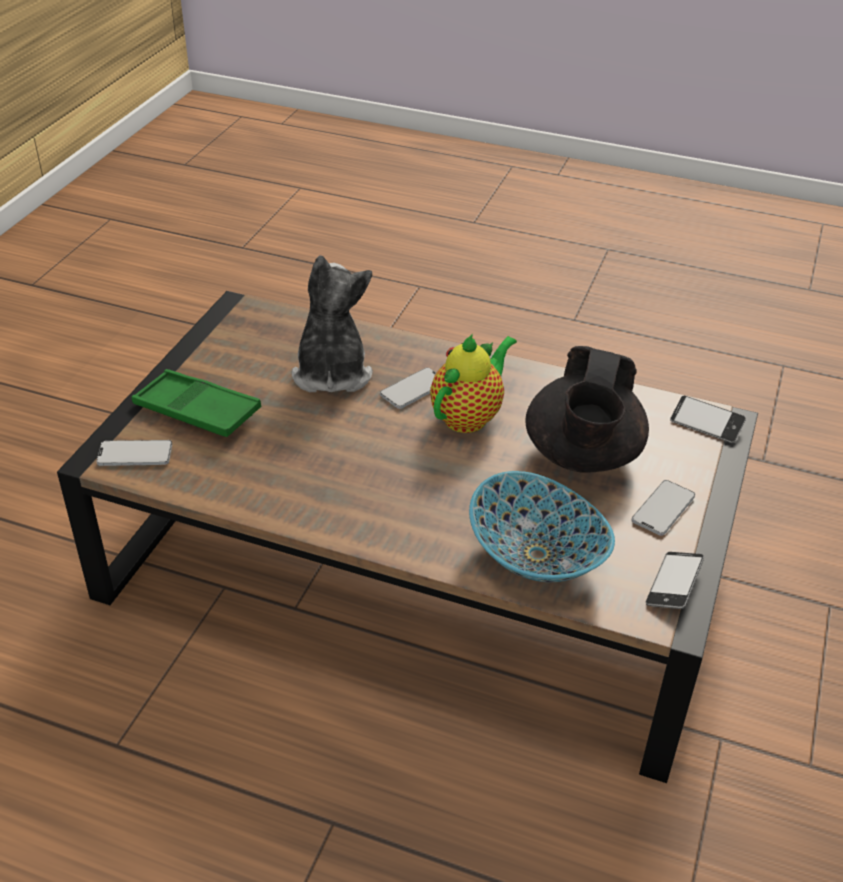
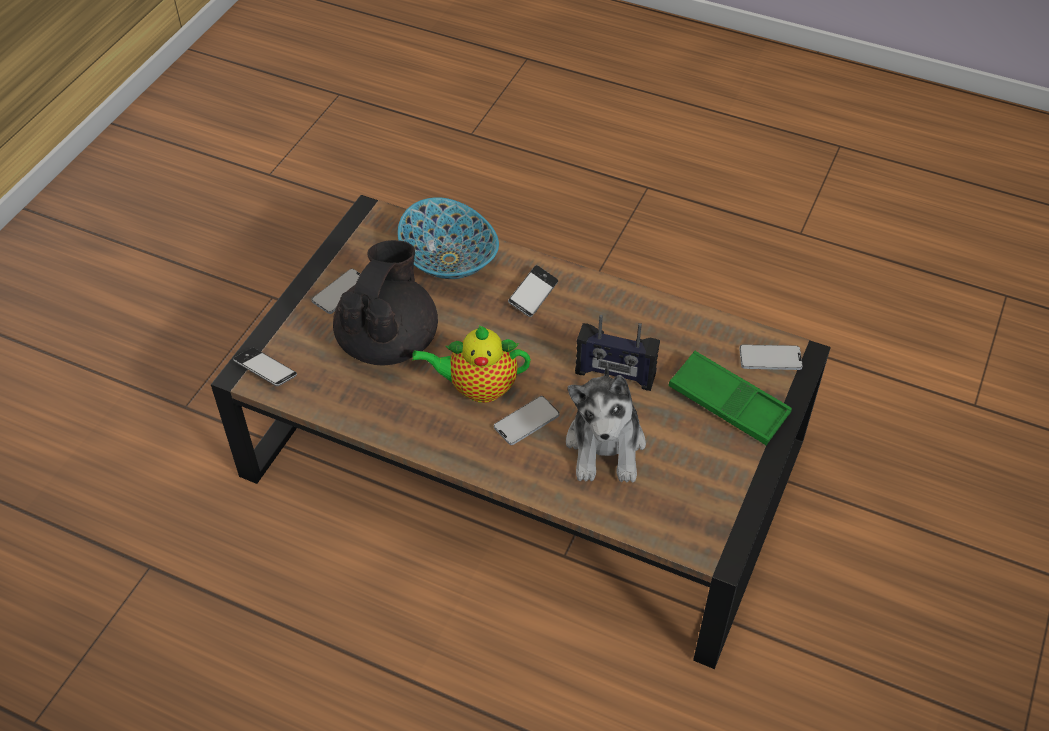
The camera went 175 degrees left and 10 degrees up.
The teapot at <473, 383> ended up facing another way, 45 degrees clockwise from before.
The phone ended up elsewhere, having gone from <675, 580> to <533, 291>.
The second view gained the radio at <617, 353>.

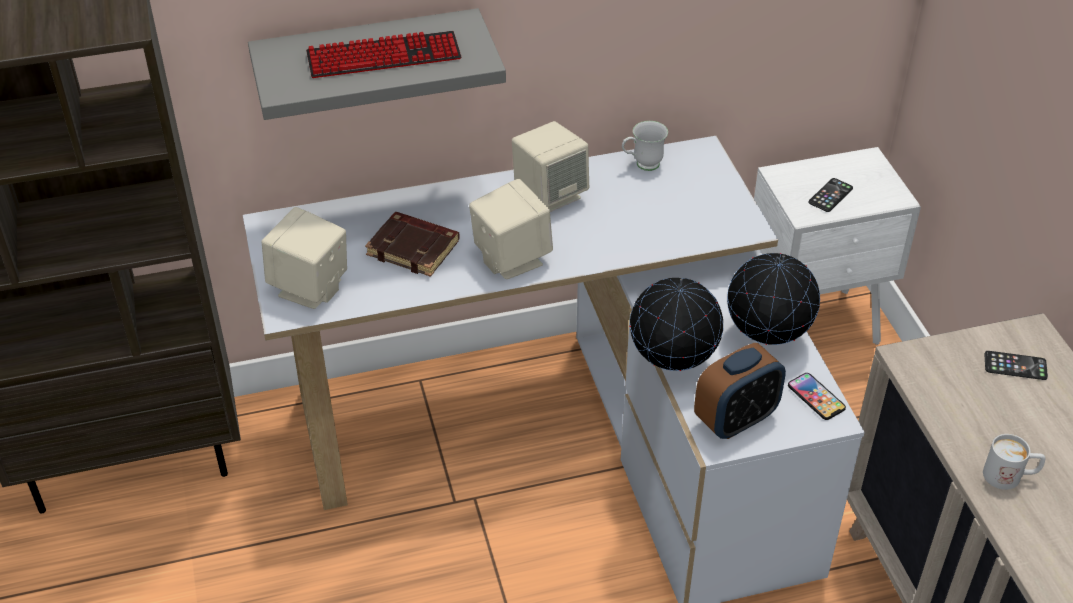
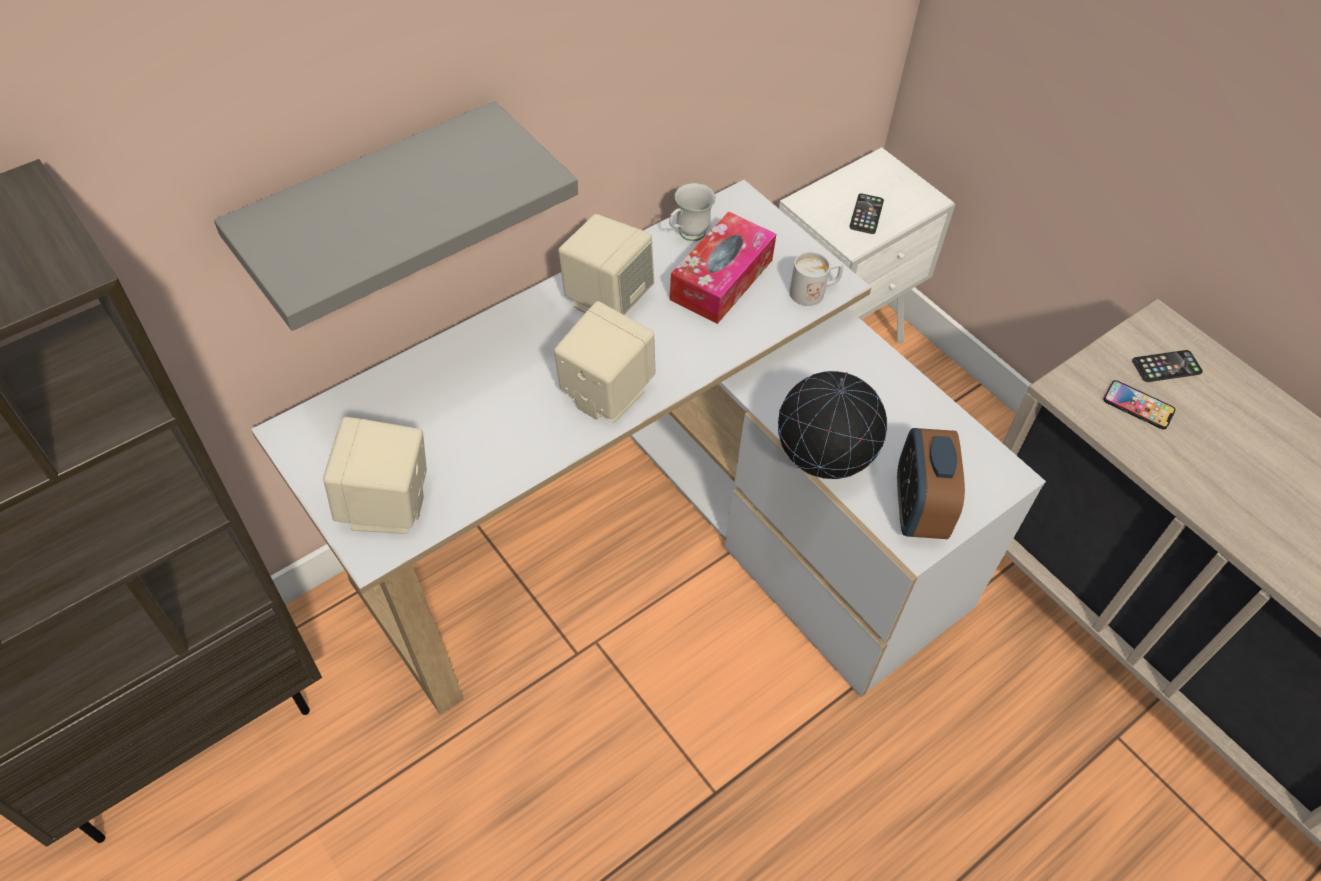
The camera went 25 degrees left and 10 degrees up.
The second view lost the keyboard at <383, 54>.
The second view lost the brown book at <412, 244>.
The alarm clock at <740, 391> ended up facing another way, 150 degrees clockwise from before.
The second view lost the globe at <773, 299>.
The phone ended up elsewhere, having gone from <817, 396> to <1139, 404>.
The white mug ended up elsewhere, having gone from <1014, 462> to <816, 279>.
The second view gained the tissue box at <722, 268>.

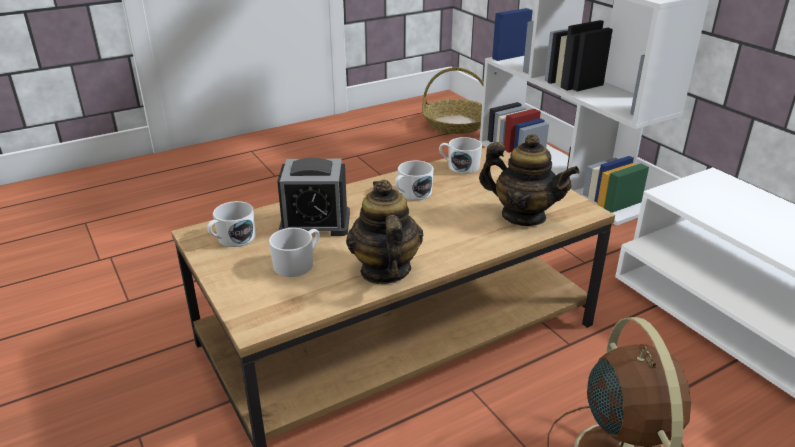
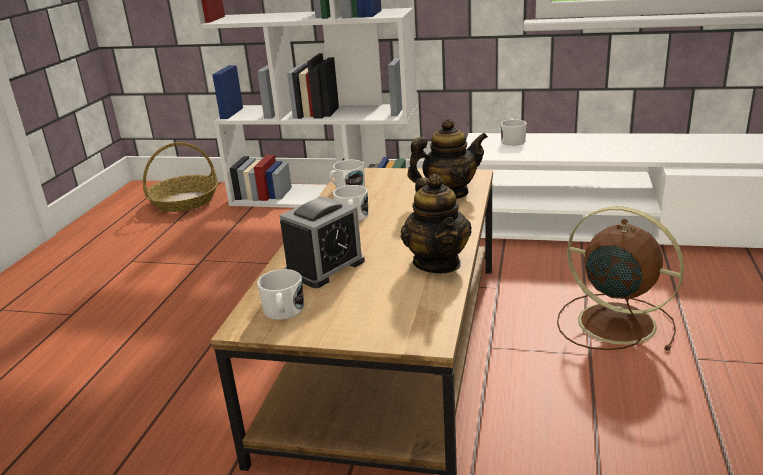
The camera went 45 degrees left and 5 degrees down.
The white mug ended up elsewhere, having gone from <294, 252> to <514, 132>.
The teapot at <384, 232> ended up facing another way, 135 degrees counterclockwise from before.

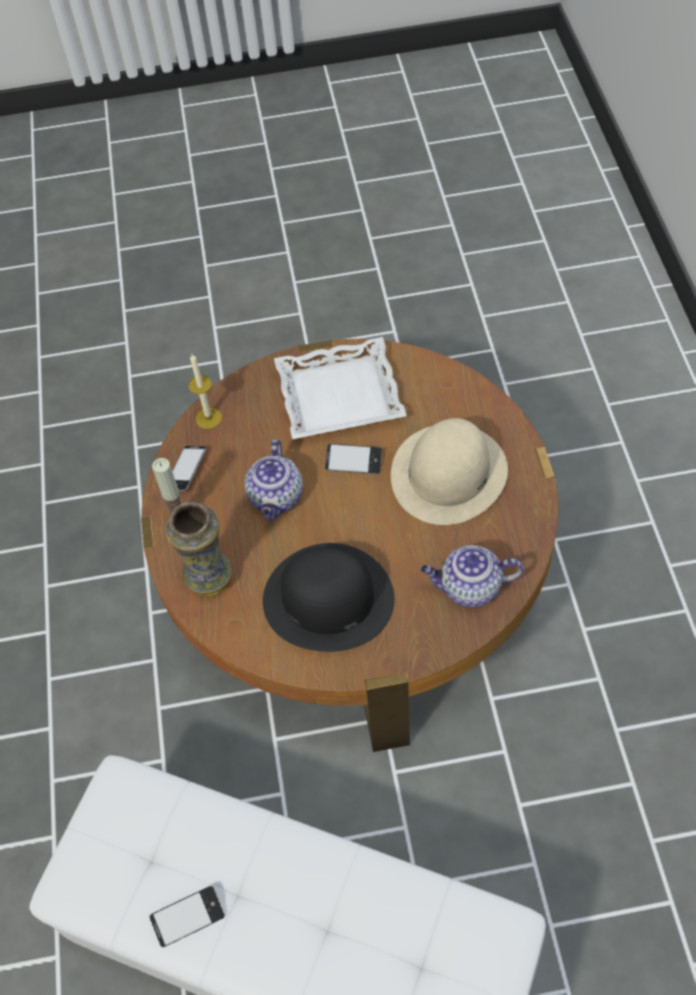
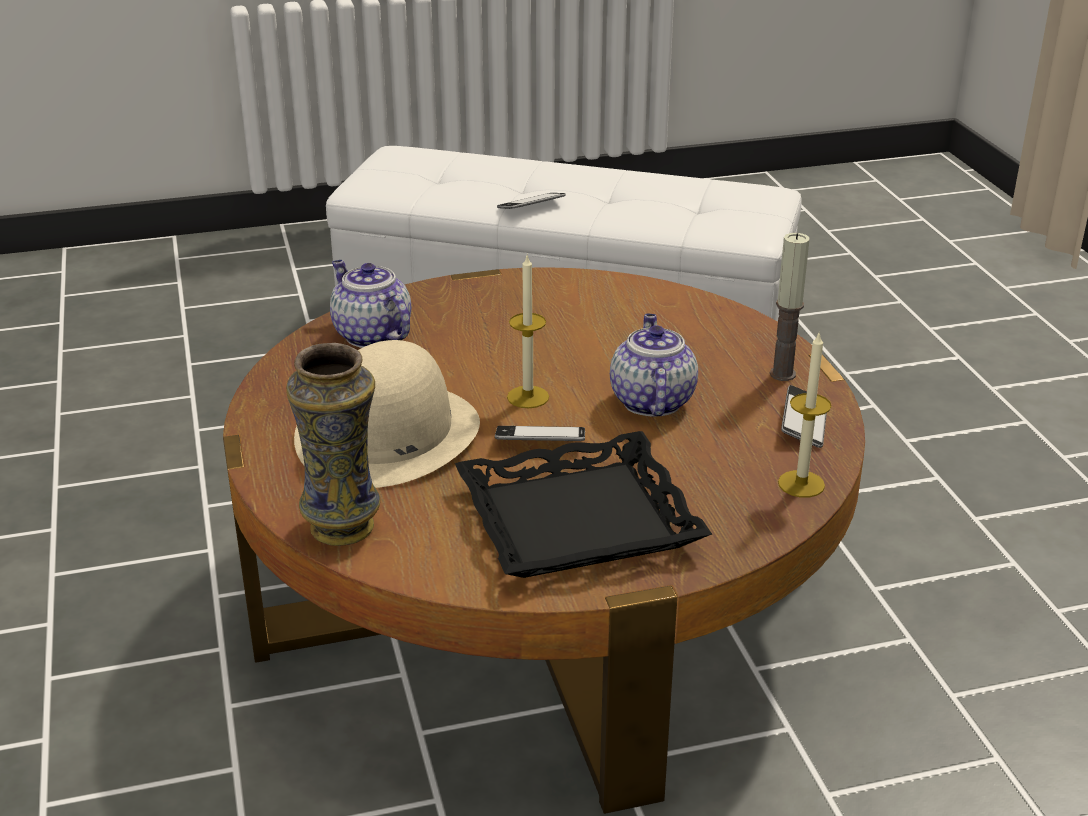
The camera went 170 degrees right and 25 degrees down.
The phone ended up elsewhere, having gone from <187, 916> to <531, 201>.
The vase ended up elsewhere, having gone from <198, 549> to <333, 444>.
The second view lost the black hat at <329, 597>.
What was the white tray at <340, 388> turned into the black tray at <583, 504>.
The teapot at <472, 576> ended up facing another way, 120 degrees counterclockwise from before.
The second view gained the candle at <528, 332>.

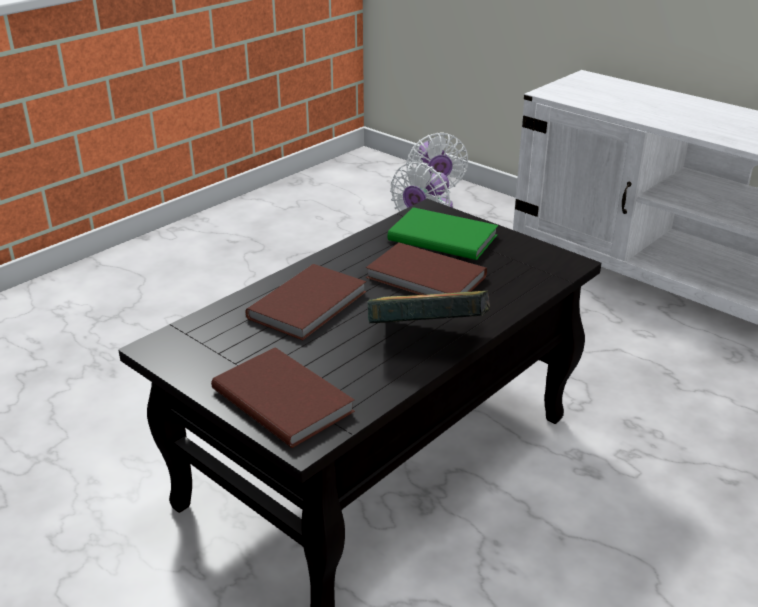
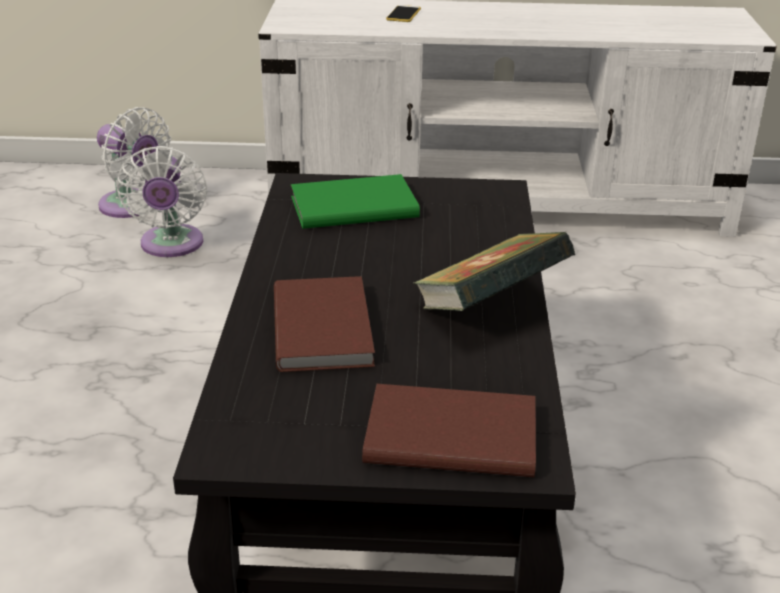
The camera went 40 degrees left and 0 degrees up.
The second view lost the brown book at <426, 268>.
The second view gained the phone at <403, 13>.

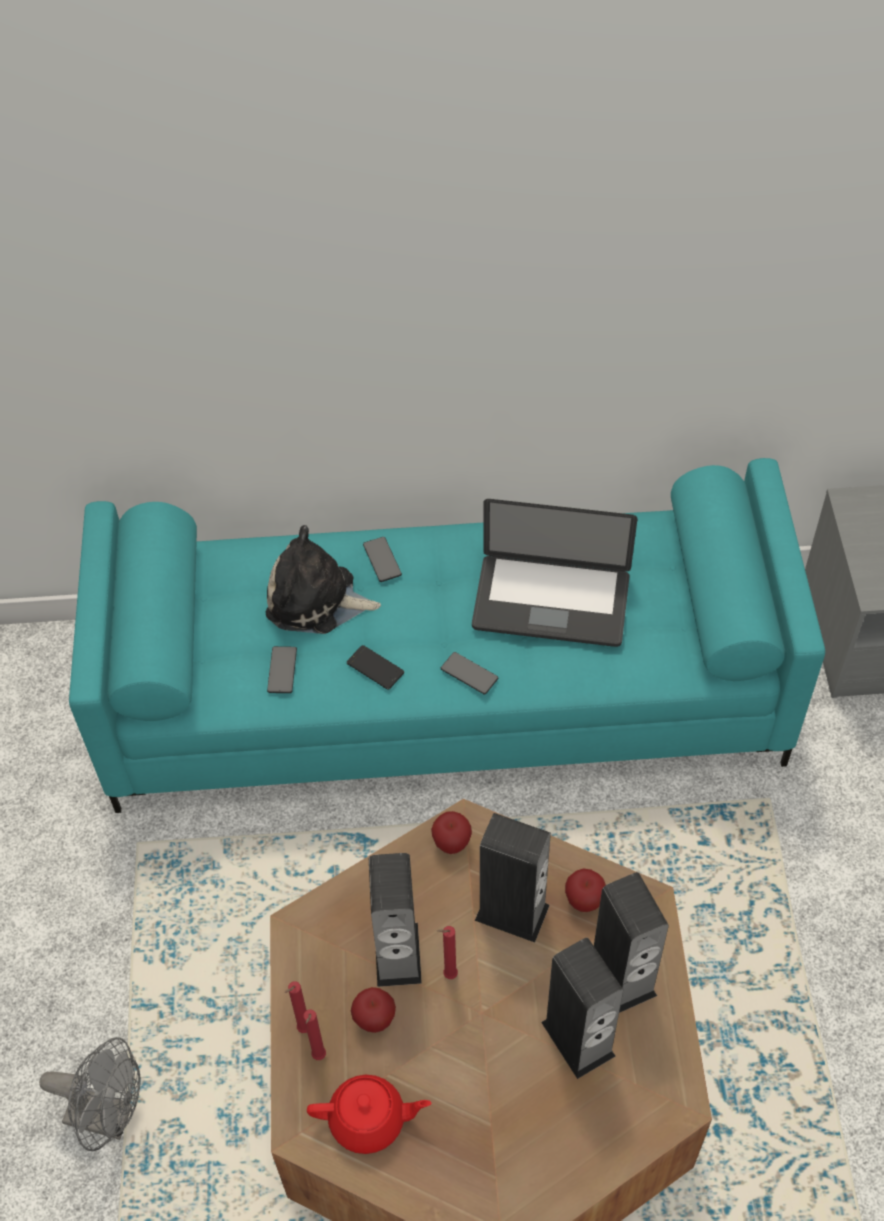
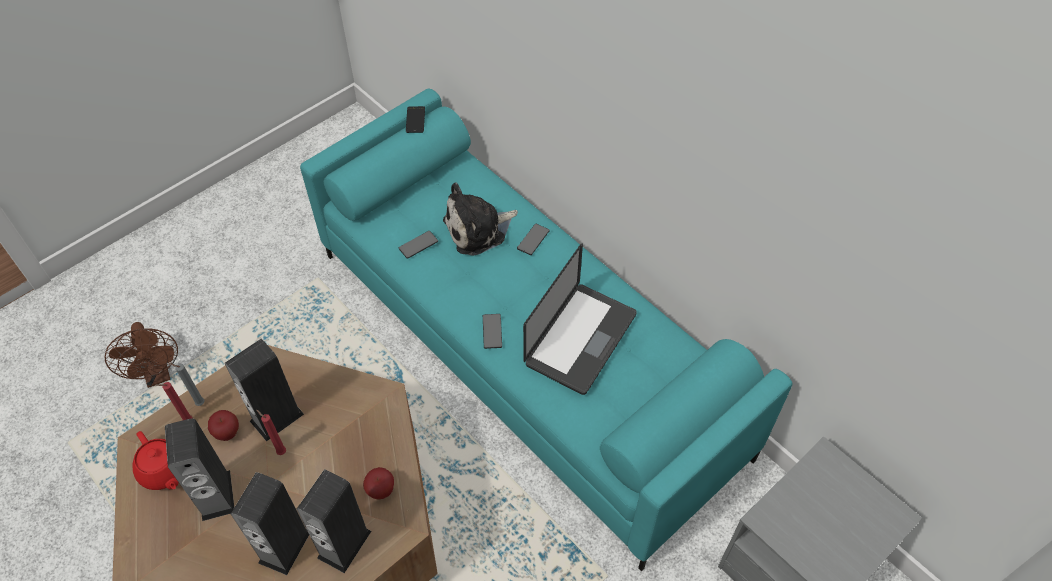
The camera went 50 degrees right and 0 degrees up.
What was the grey fan at <89, 1094> turned into the brown fan at <141, 355>.
The plush toy at <323, 579> ended up facing another way, 90 degrees counterclockwise from before.
What was the red candle at <296, 1007> turned into the grey candle at <186, 384>.
The phone ended up elsewhere, having gone from <375, 667> to <415, 119>.
The second view lost the apple at <451, 832>.
The laptop at <554, 573> ended up facing another way, 120 degrees counterclockwise from before.
The speaker ended up elsewhere, having gone from <513, 877> to <199, 470>.

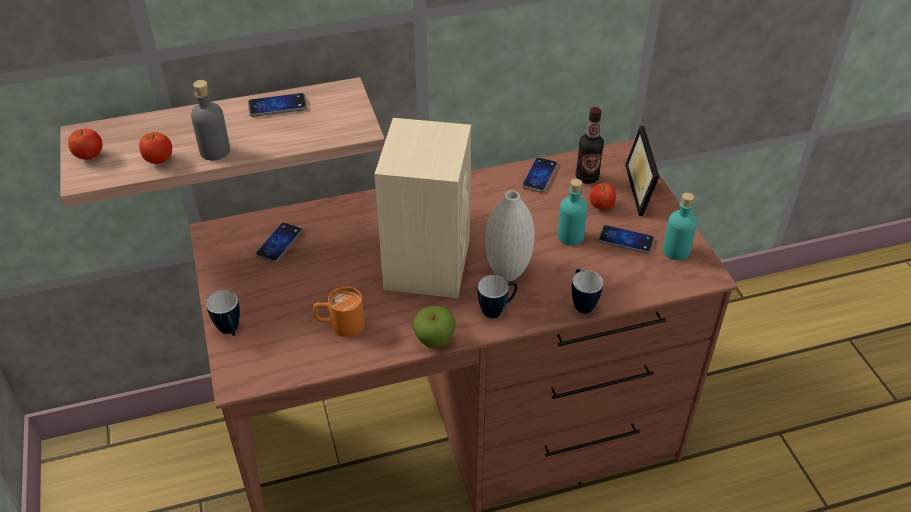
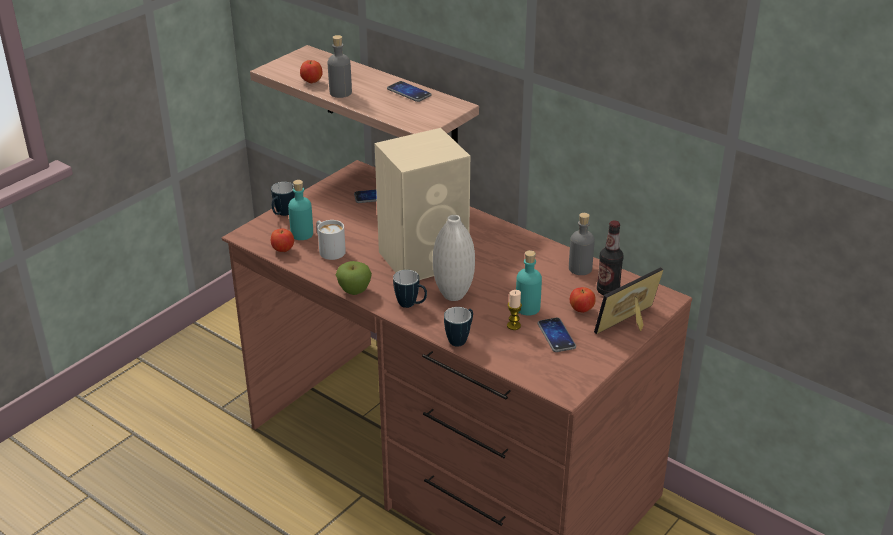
The camera went 55 degrees right and 10 degrees down.
The apple ended up elsewhere, having gone from <85, 144> to <282, 240>.
What was the orange mug at <339, 312> turned into the white mug at <331, 240>.
Where the phone stood at <540, 174>, the grey bottle came to stand at <582, 244>.
The turquoise bottle ended up elsewhere, having gone from <680, 226> to <300, 210>.
The second view gained the candle at <514, 310>.

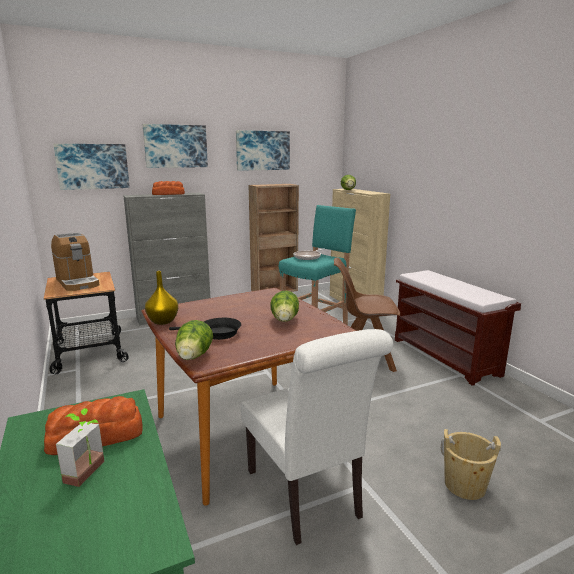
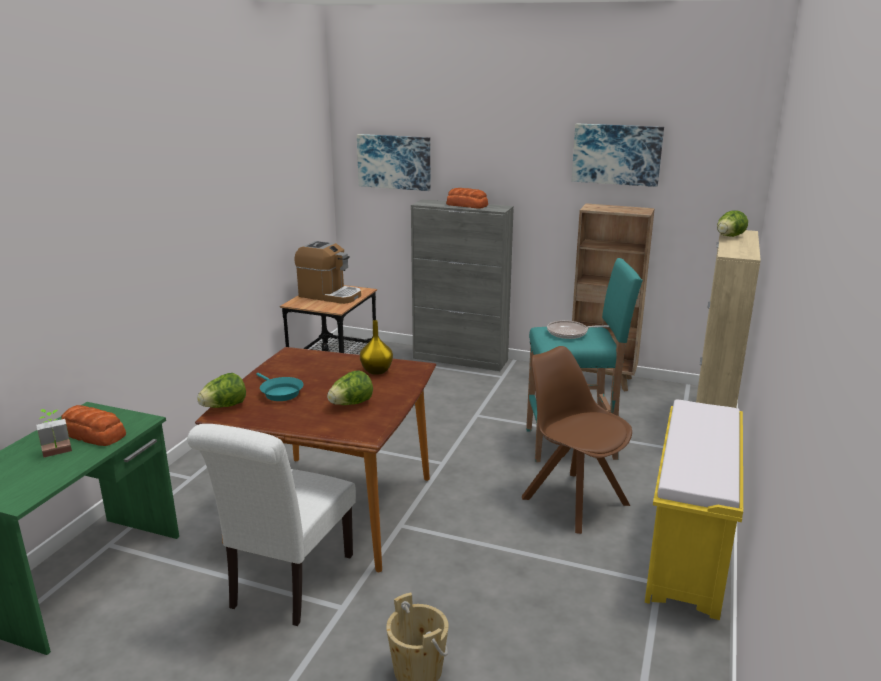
The camera went 45 degrees right and 5 degrees up.
The coffee machine at <75, 262> ended up facing another way, 75 degrees counterclockwise from before.
The second view lost the picture at <175, 146>.
The yellow vase ended up elsewhere, having gone from <161, 298> to <376, 347>.
What was the black frying pan at <205, 329> turned into the turquoise frying pan at <279, 387>.
What was the brown bench at <458, 328> turned into the yellow bench at <694, 510>.

